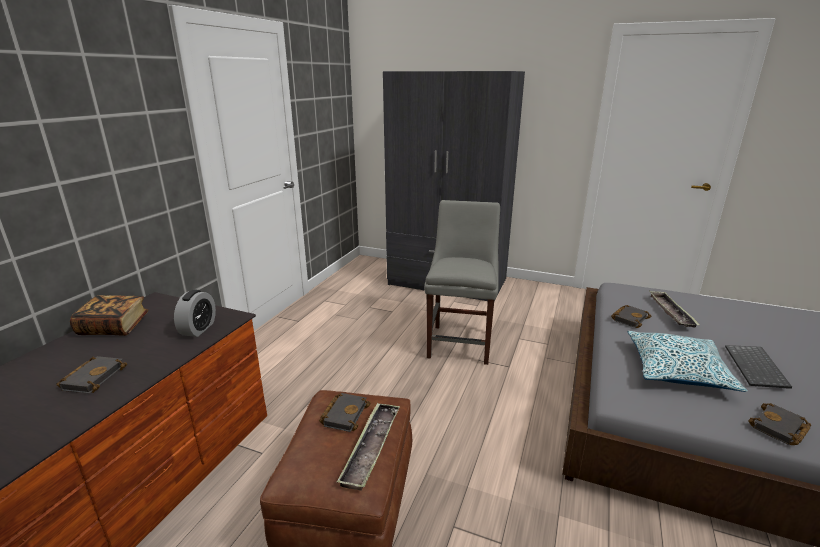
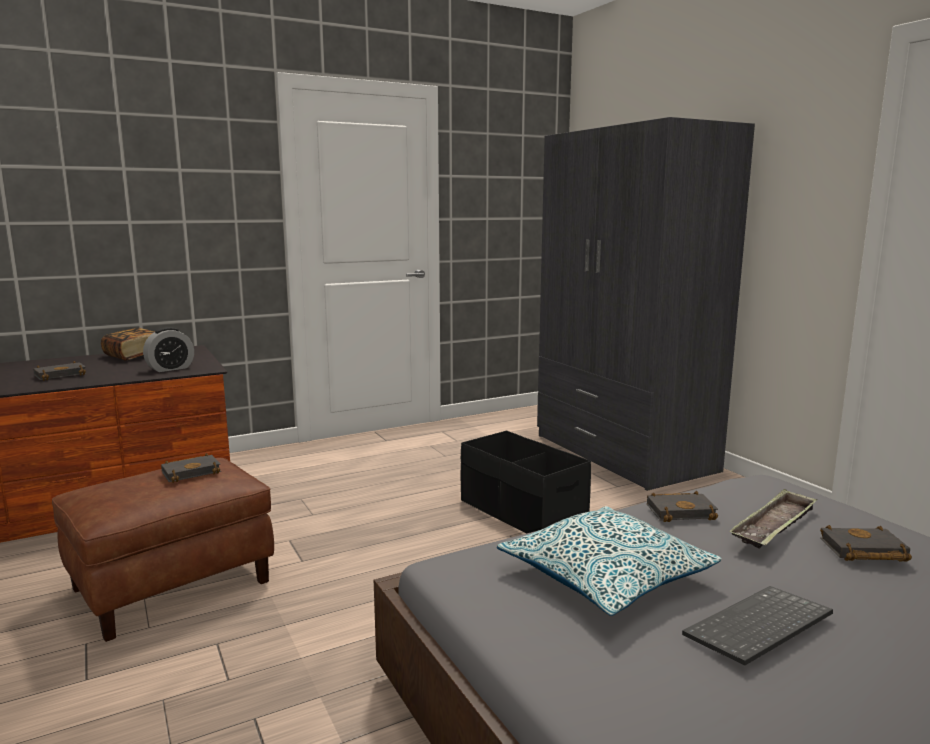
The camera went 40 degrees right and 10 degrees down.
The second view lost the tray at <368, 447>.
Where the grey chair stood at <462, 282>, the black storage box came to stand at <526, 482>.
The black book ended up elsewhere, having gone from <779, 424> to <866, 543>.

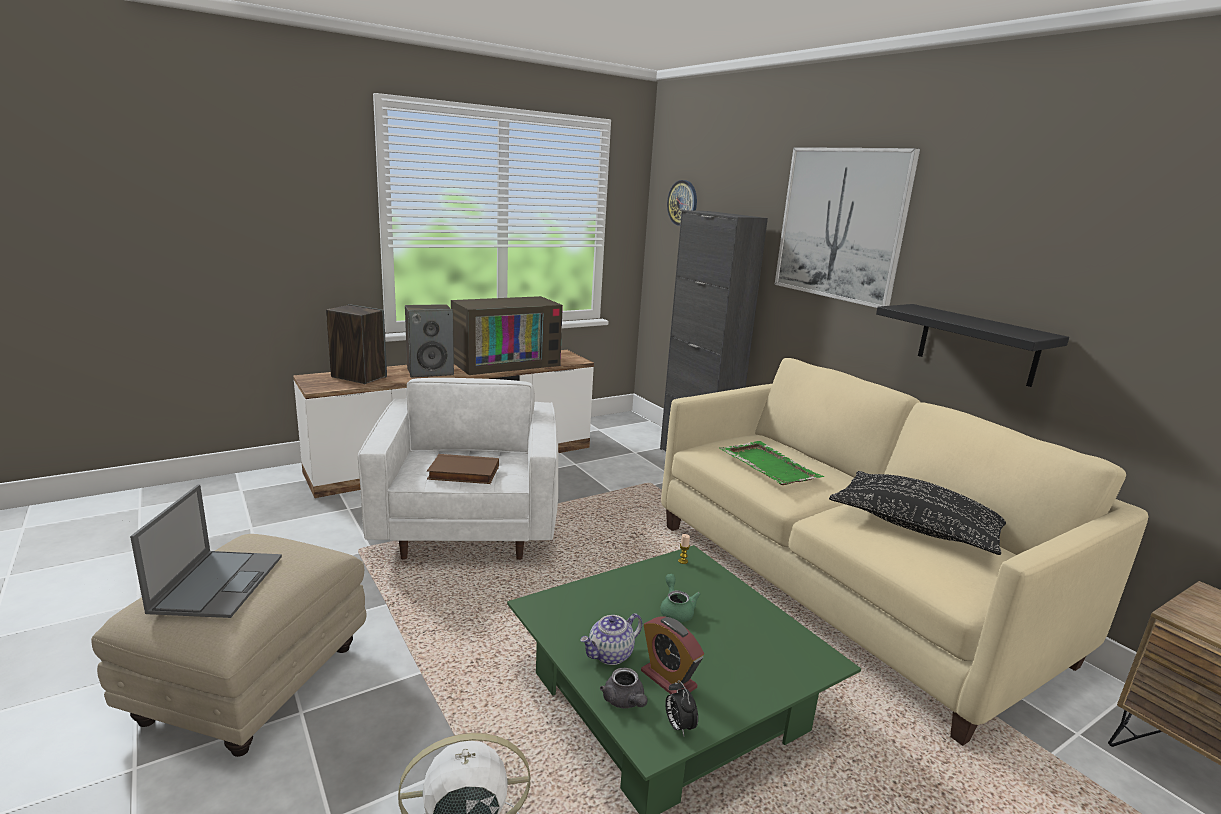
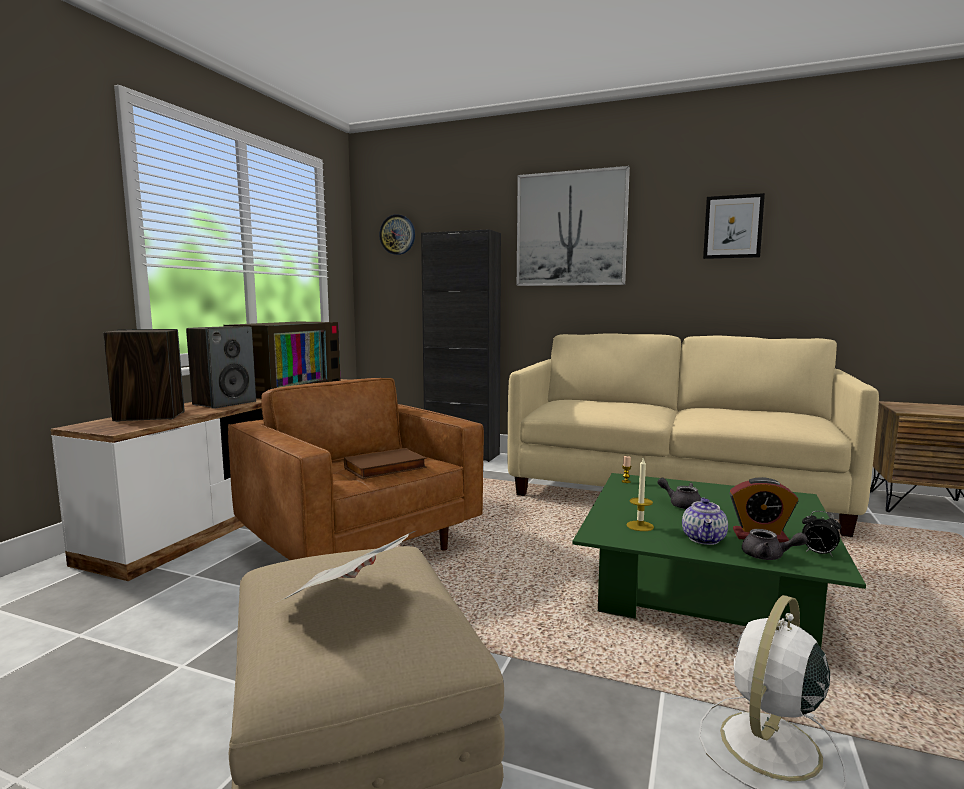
The camera went 35 degrees left and 10 degrees down.
Where the laptop stood at <206, 551>, the newspaper came to stand at <345, 567>.
What was the white armchair at <458, 469> turned into the brown armchair at <356, 469>.
What was the green teapot at <680, 598> turned into the grey teapot at <679, 493>.
The second view lost the green tray at <771, 463>.
The second view lost the black pillow at <917, 513>.
The second view lost the black shelf at <972, 345>.
The second view gained the candle at <640, 494>.
The second view gained the picture at <734, 226>.

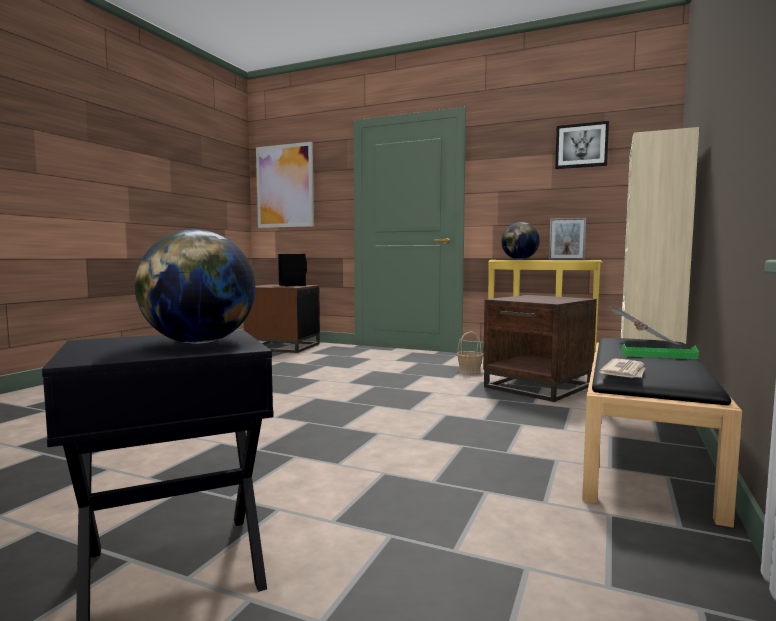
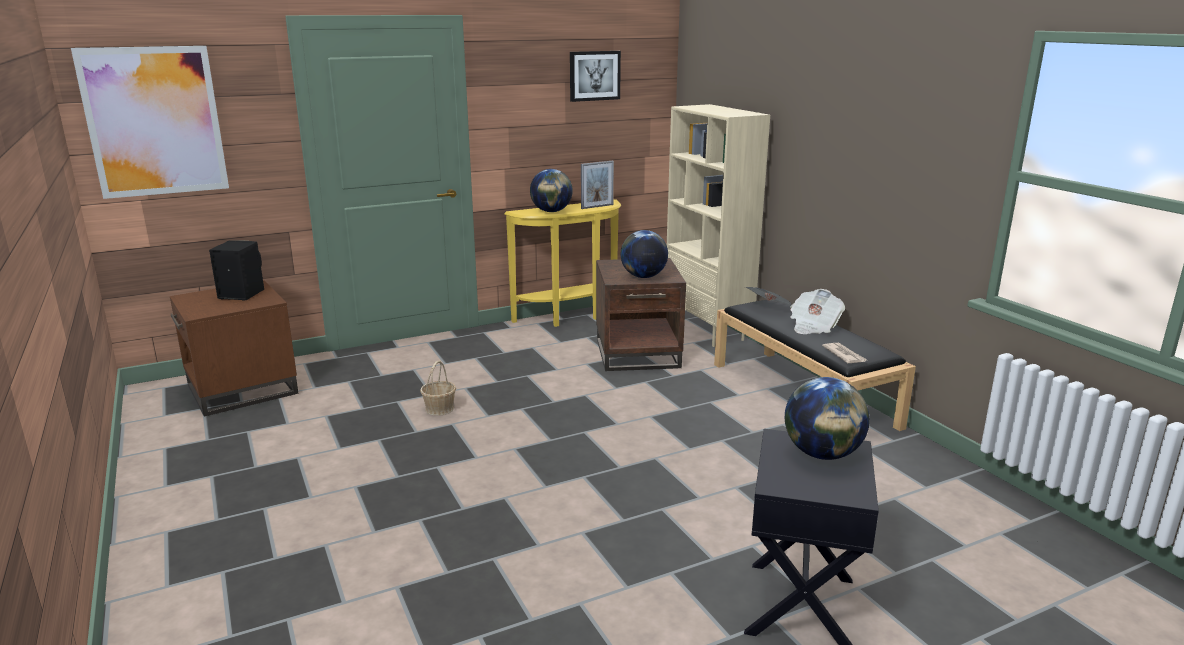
The camera went 50 degrees left and 15 degrees up.
The basket ended up elsewhere, having gone from <470, 352> to <438, 388>.
Where the green tray stood at <660, 351>, the newspaper came to stand at <817, 311>.
The second view gained the globe at <644, 254>.

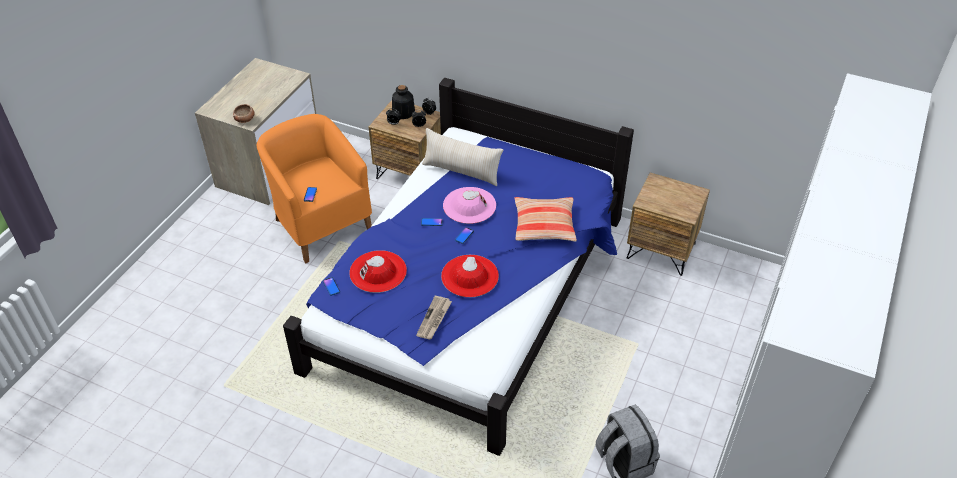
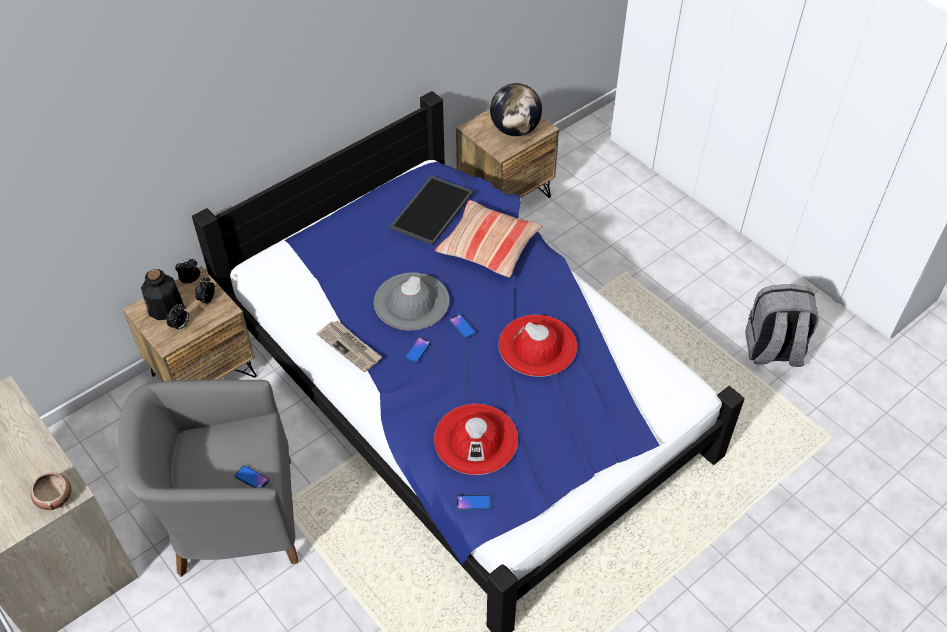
The camera went 65 degrees left and 5 degrees up.
What was the orange armchair at <314, 188> turned into the grey armchair at <208, 478>.
The newspaper ended up elsewhere, having gone from <434, 317> to <349, 346>.
The second view lost the beige pillow at <462, 157>.
What was the pink hat at <469, 205> turned into the grey hat at <411, 301>.
The second view gained the tray at <431, 210>.
The second view gained the globe at <516, 109>.

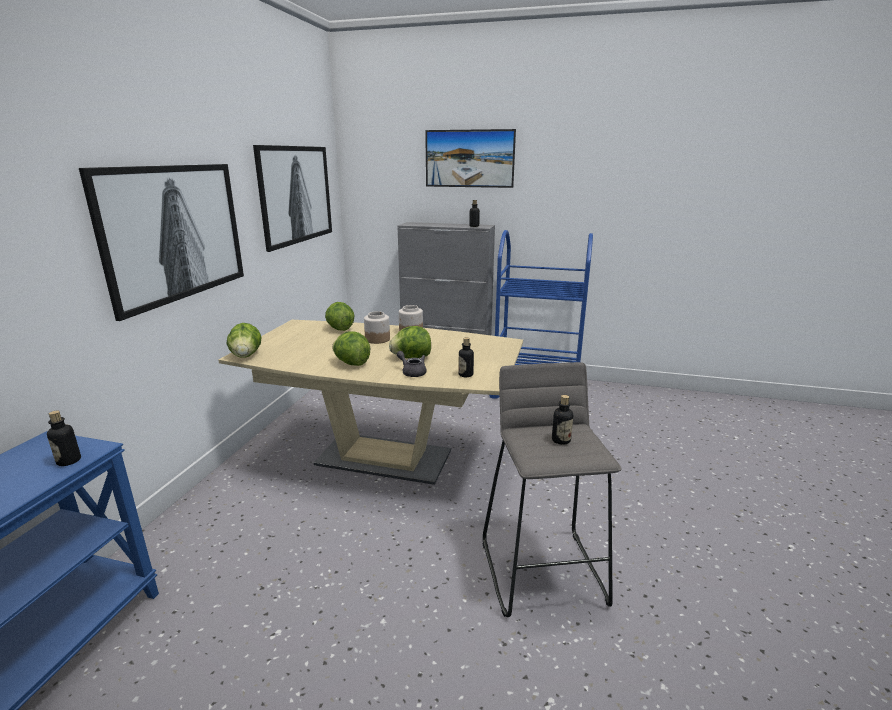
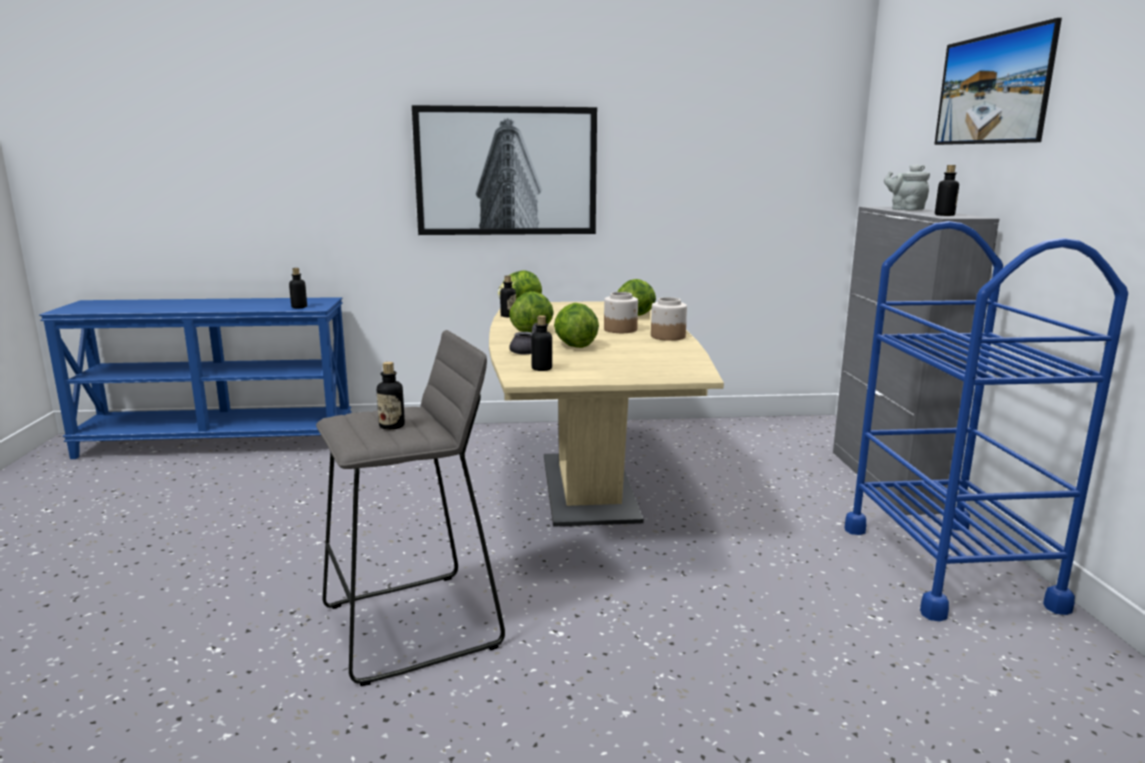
The camera went 70 degrees right and 5 degrees down.
The second view lost the picture at <292, 198>.
The second view gained the bottle at <508, 296>.
The second view gained the grey teapot at <907, 187>.

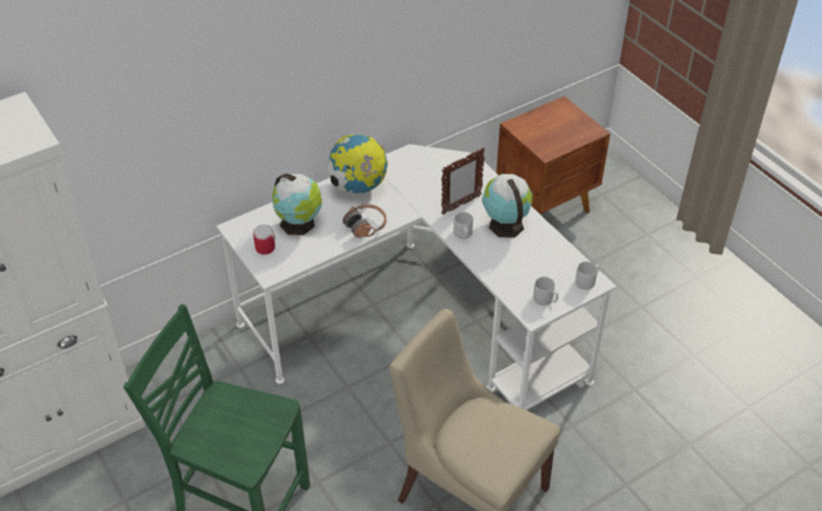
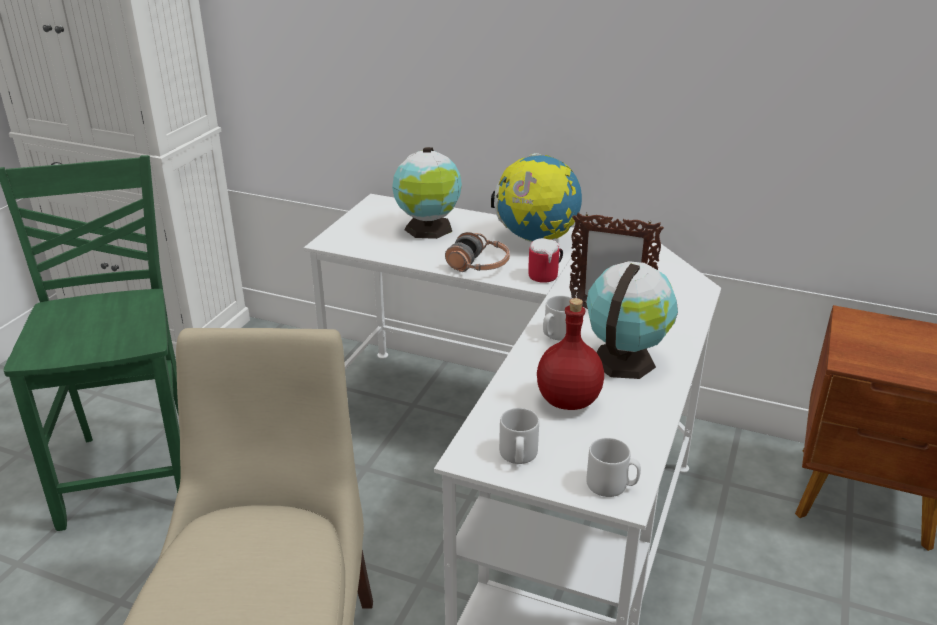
The camera went 55 degrees right and 15 degrees down.
The mug ended up elsewhere, having gone from <264, 240> to <545, 260>.
The second view gained the red bottle at <570, 354>.

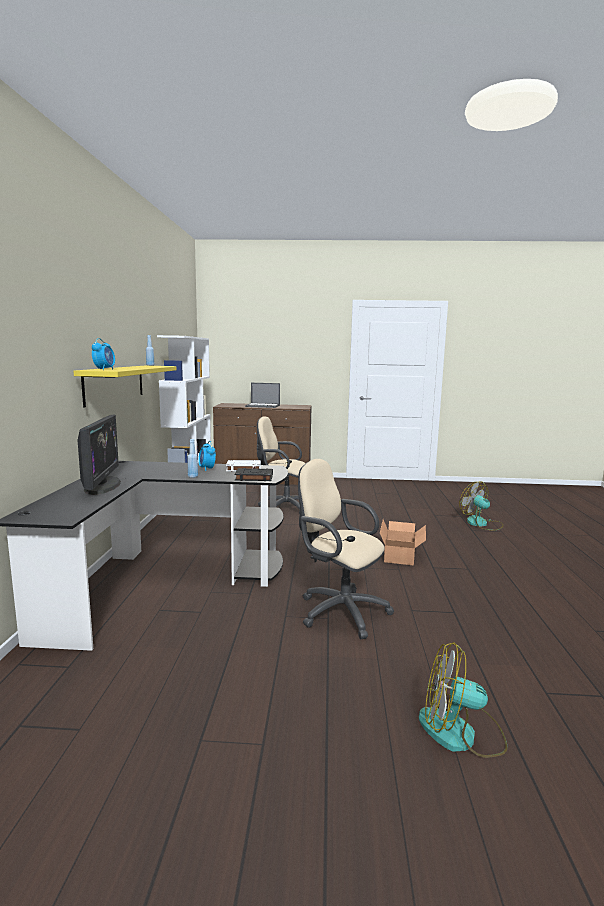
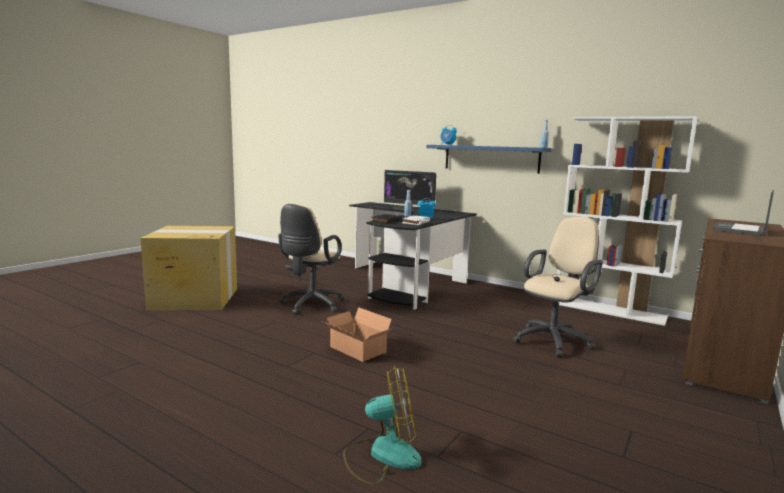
The camera went 120 degrees right and 0 degrees up.
What was the yellow shelf at <125, 387> turned into the blue shelf at <489, 159>.
The beige office chair at <346, 549> ended up facing another way, 135 degrees clockwise from before.
Where the fan stood at <463, 700>, the cardboard box came to stand at <188, 268>.

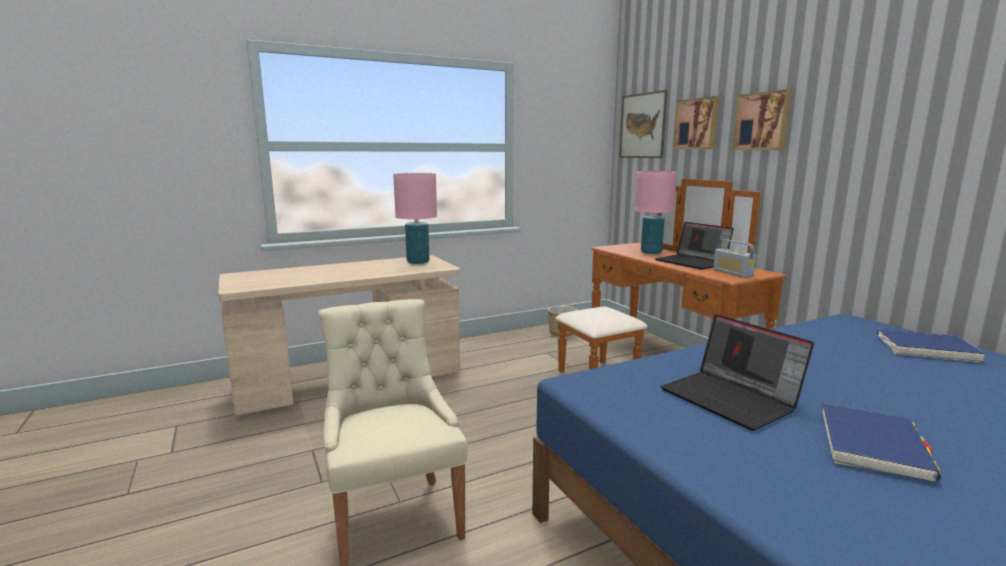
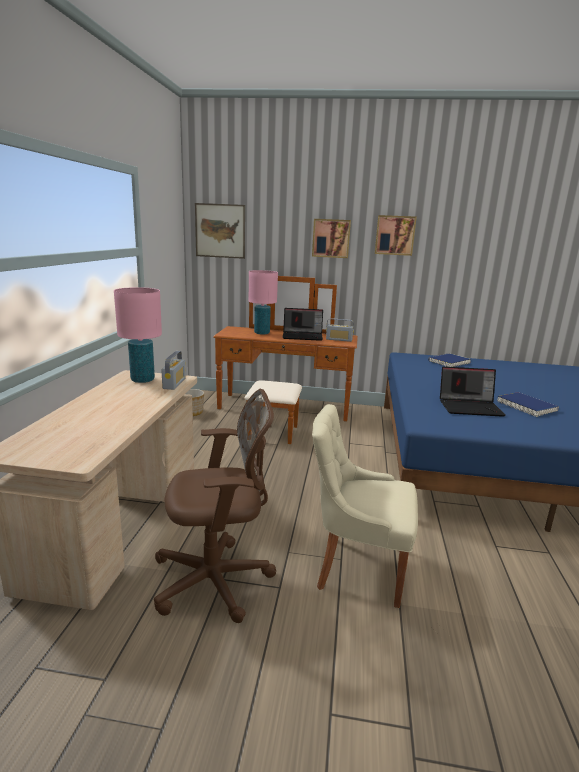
The camera went 55 degrees left and 5 degrees up.
The picture ended up elsewhere, having gone from <696, 122> to <396, 235>.
The second view gained the brown office chair at <215, 506>.
The second view gained the radio at <173, 370>.

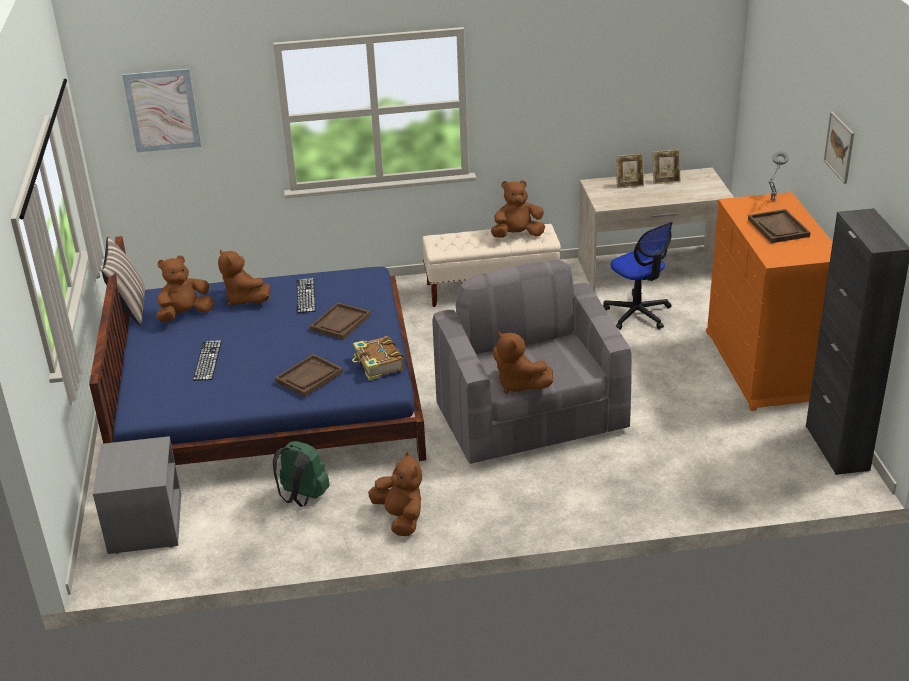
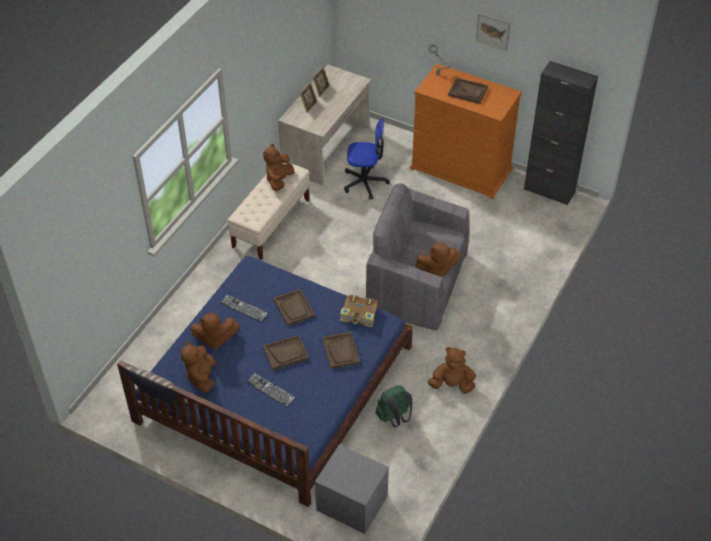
The camera went 55 degrees left and 15 degrees up.
The second view lost the picture at <161, 110>.
The second view gained the brown tray at <286, 352>.

